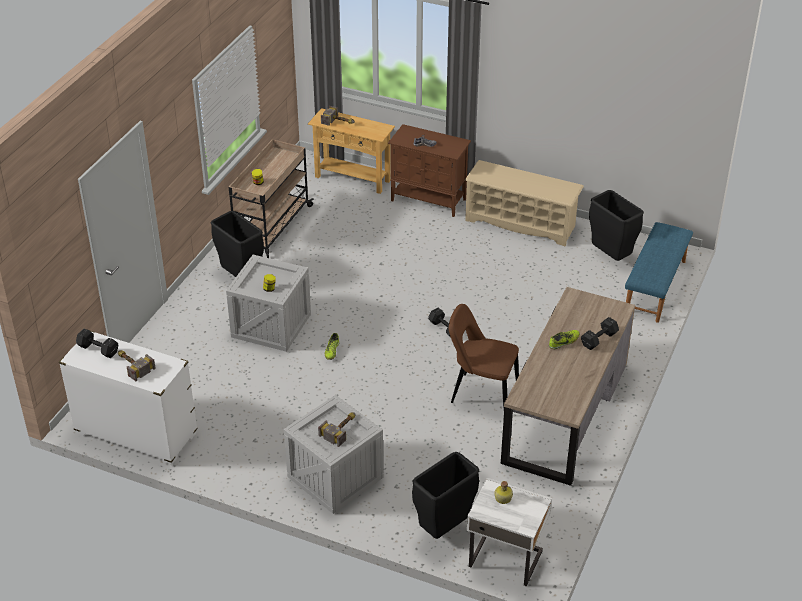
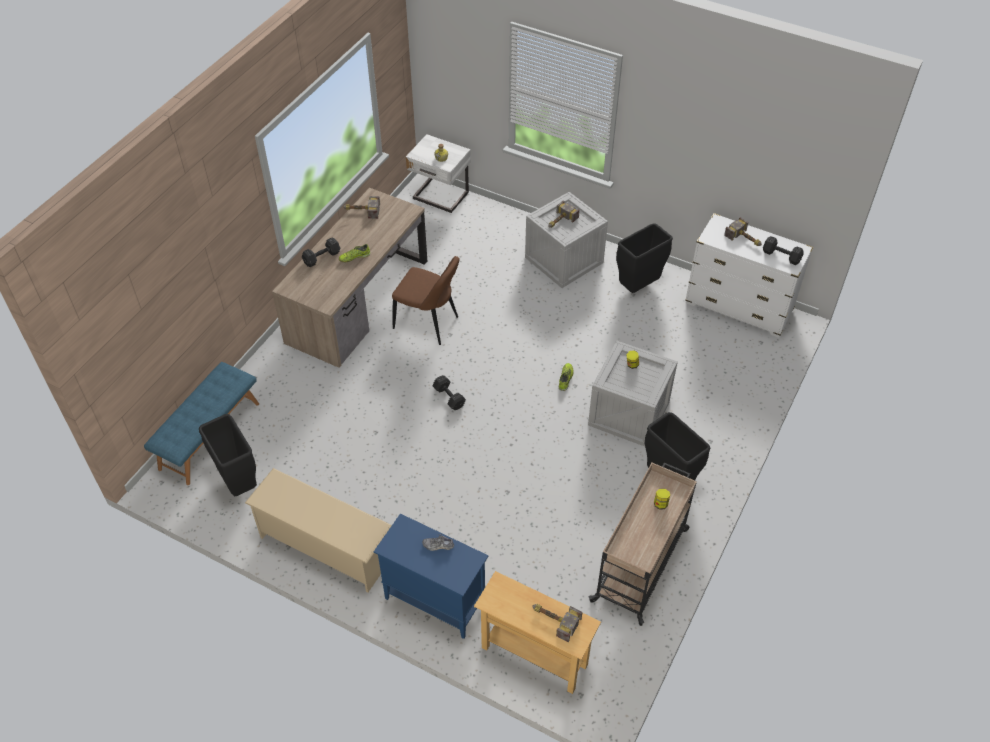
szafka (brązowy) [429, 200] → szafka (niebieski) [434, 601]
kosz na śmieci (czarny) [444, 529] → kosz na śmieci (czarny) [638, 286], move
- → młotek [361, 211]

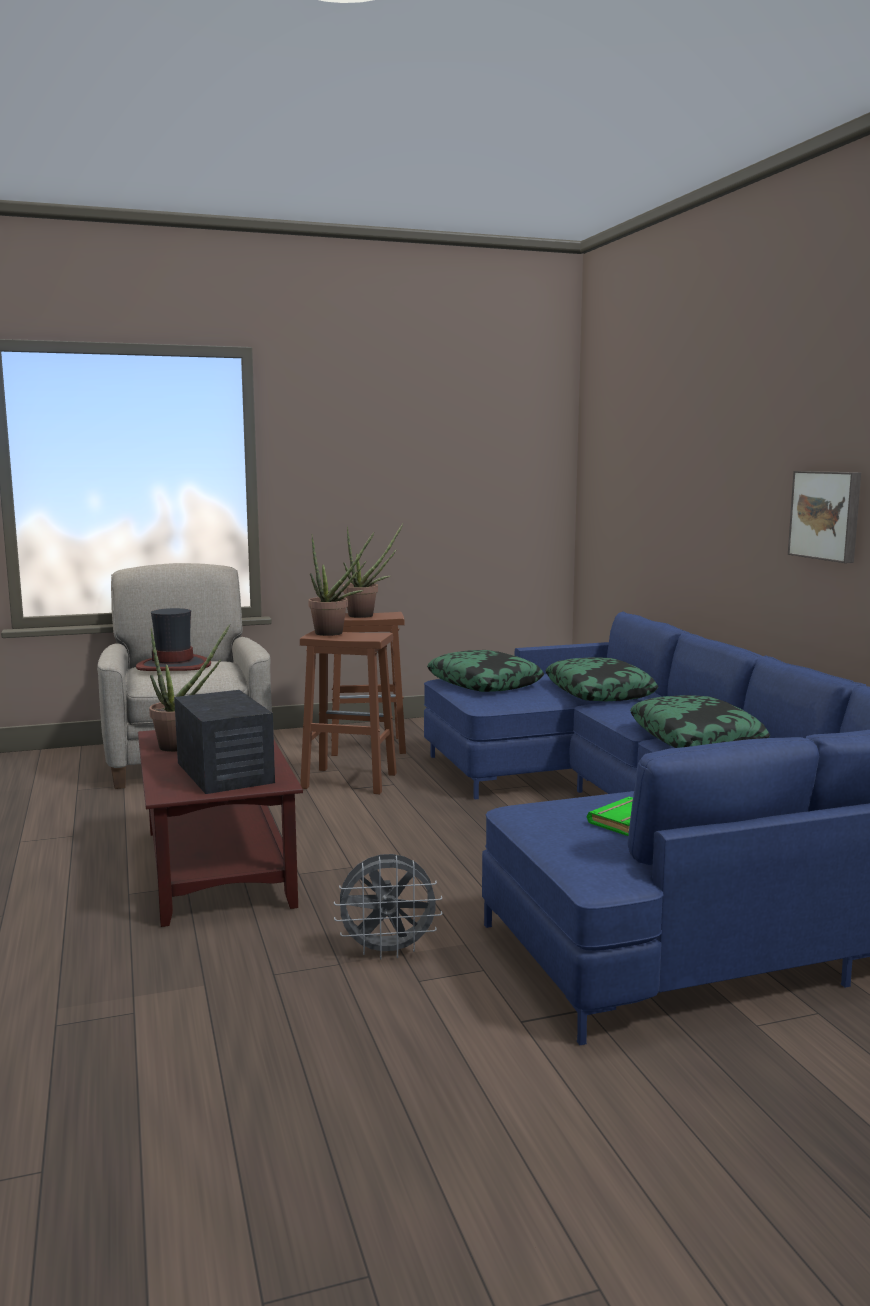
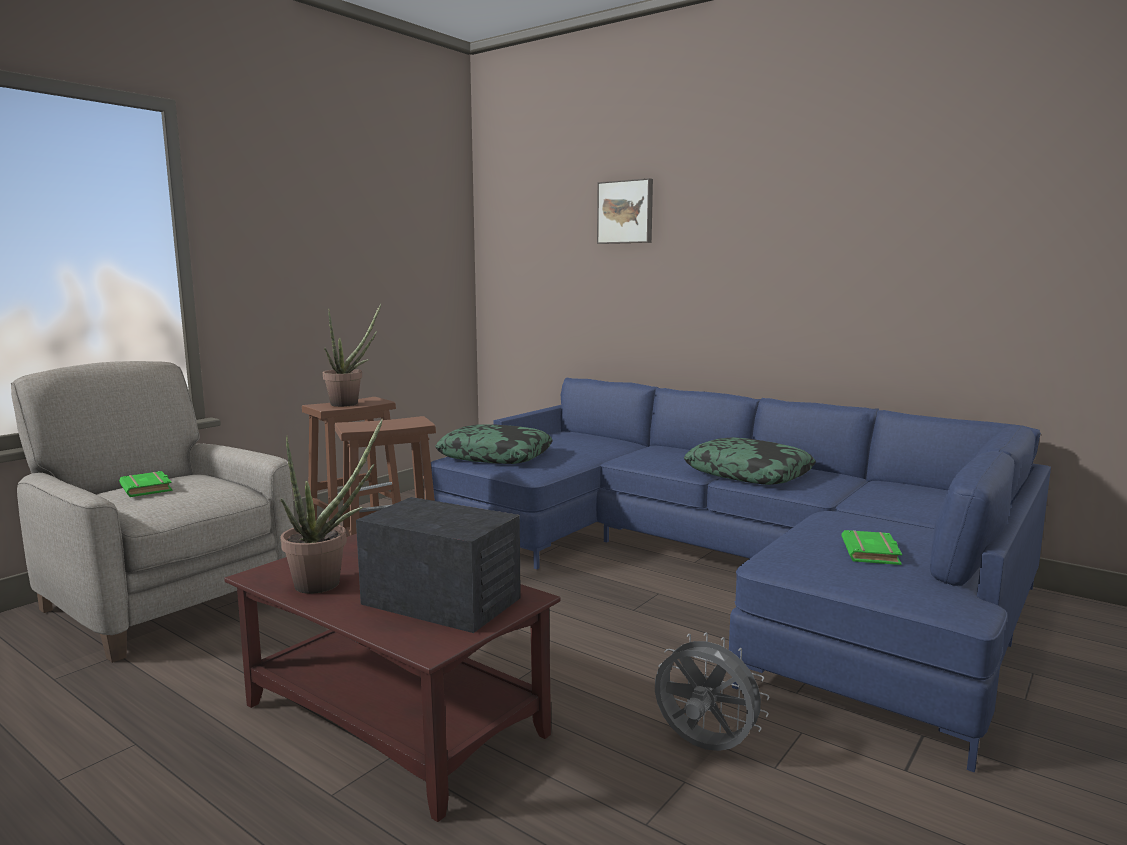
obraz [827, 515] → obraz [626, 212], move
roślina doniczkowa [335, 633] → -
kapelusz [174, 666] → książka (zielony) [148, 489]
poduszka [599, 692] → -
wentylator (szary) [388, 951] → wentylator (szary) [703, 748], 105 degrees counterclockwise

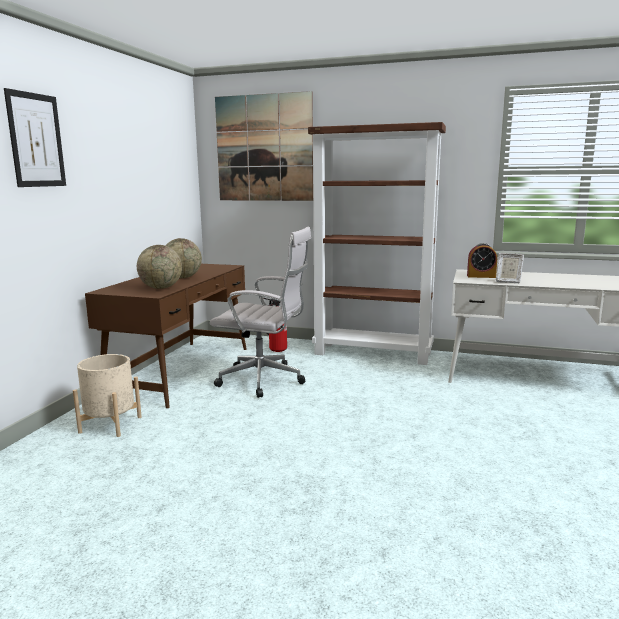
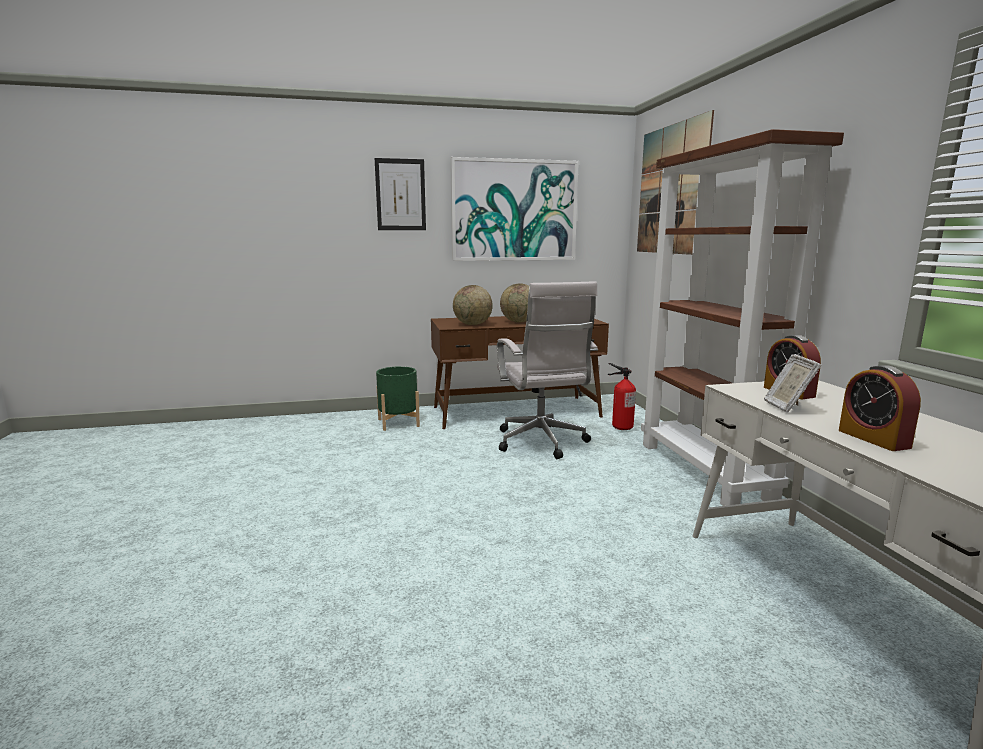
donica (beżowy) [110, 424] → donica (zielony) [398, 423]
- → obraz [514, 210]
- → budzik [873, 439]

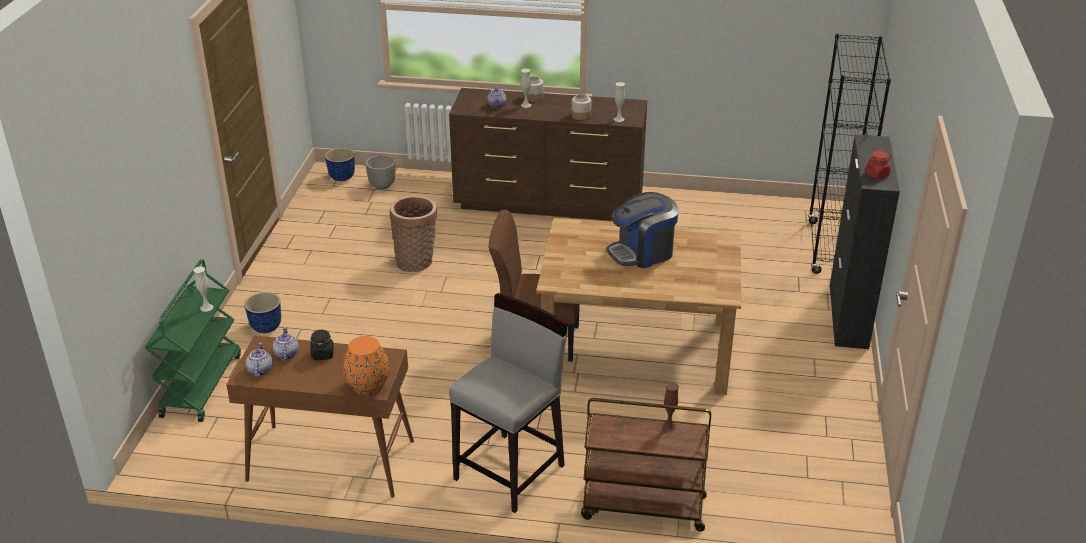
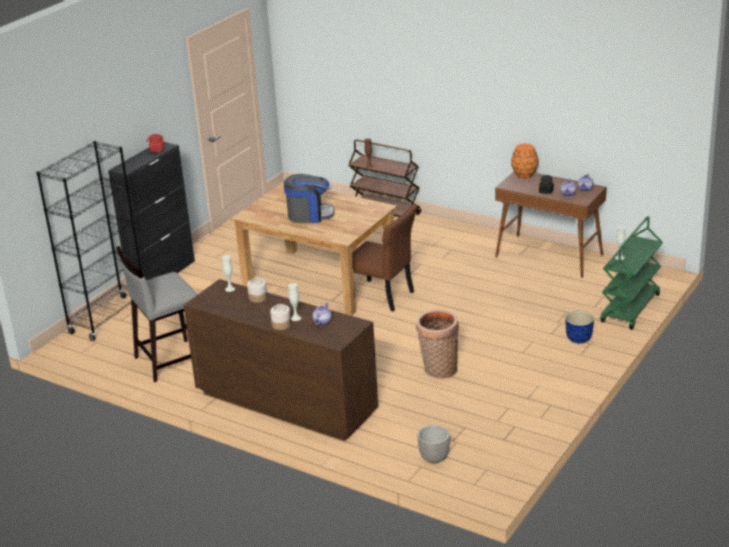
donica [341, 177] → -
stołek (szary) [510, 472] → stołek (szary) [169, 360], move

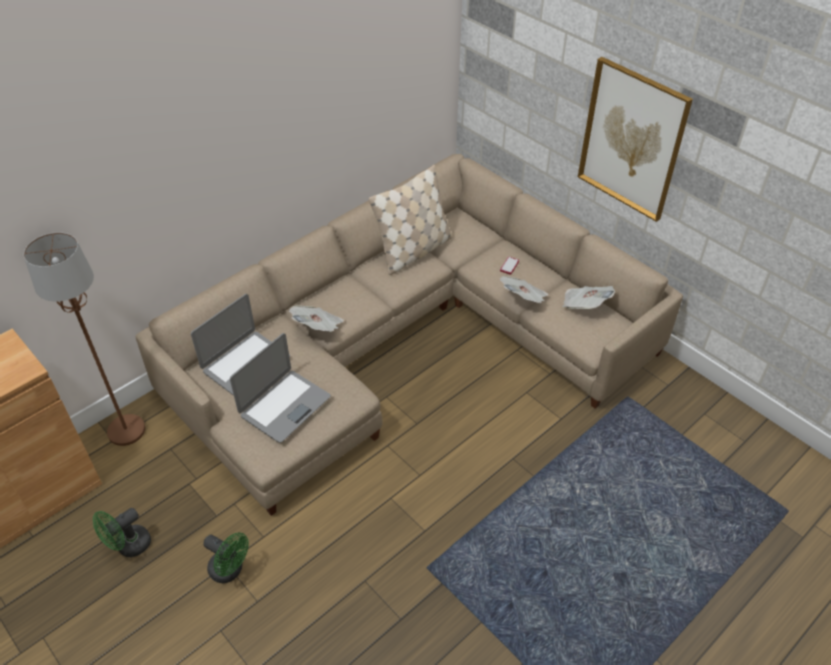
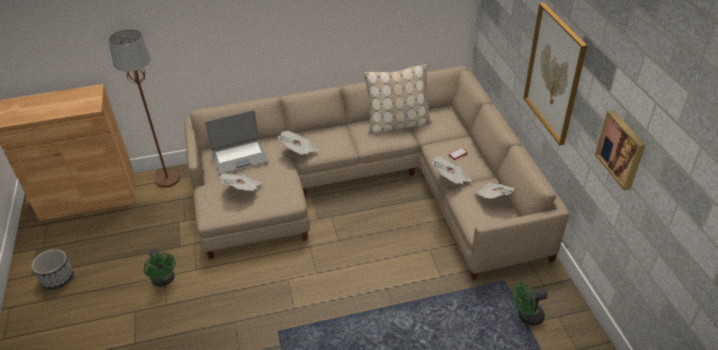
laptop [284, 406] → gazeta [243, 189]
wentylator (zielony) [129, 546] → wentylator (zielony) [527, 317], move
- → obraz [621, 149]
- → donica [58, 278]

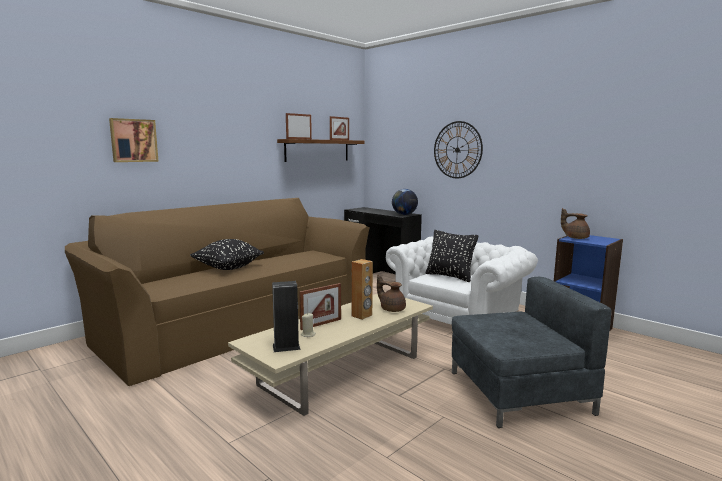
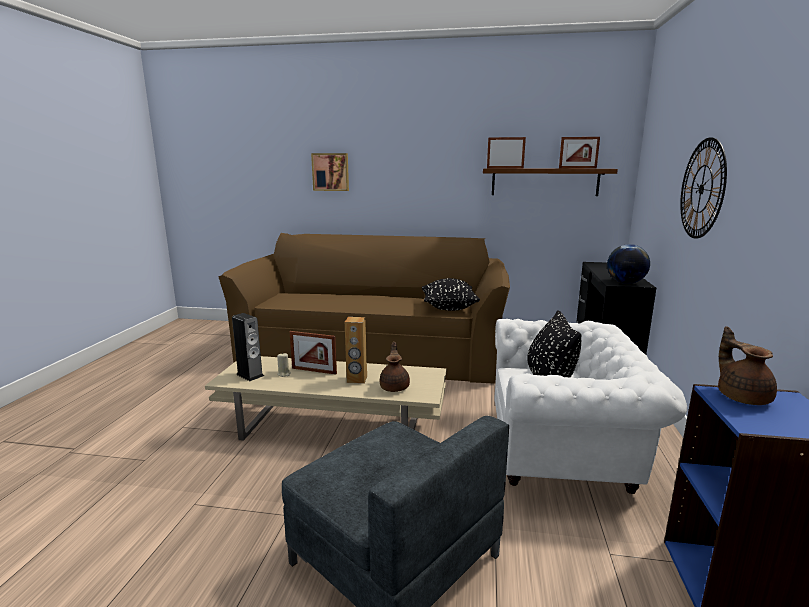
poduszka (czarny) [228, 268] → poduszka (czarny) [449, 307], move

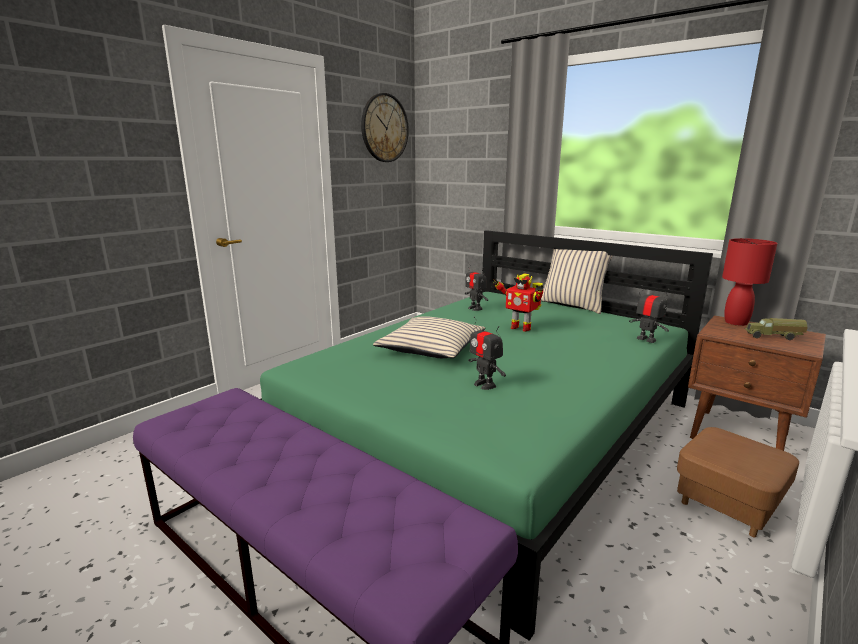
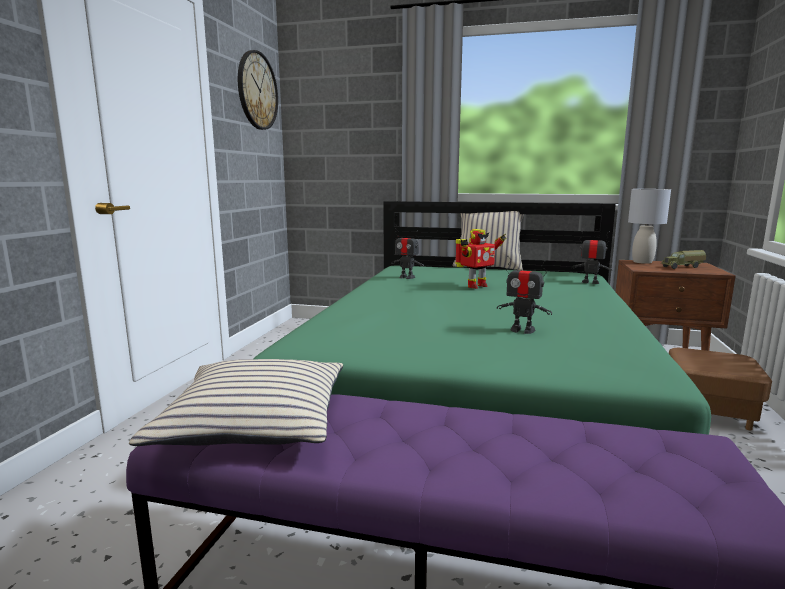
lampa stołowa (czerwony) [735, 322] → lampa stołowa (szary) [642, 262]
robot zabawkowy [520, 328] → robot zabawkowy [475, 286], 45 degrees counterclockwise
poduszka (beżowy) [431, 348] → poduszka (beżowy) [254, 421], move

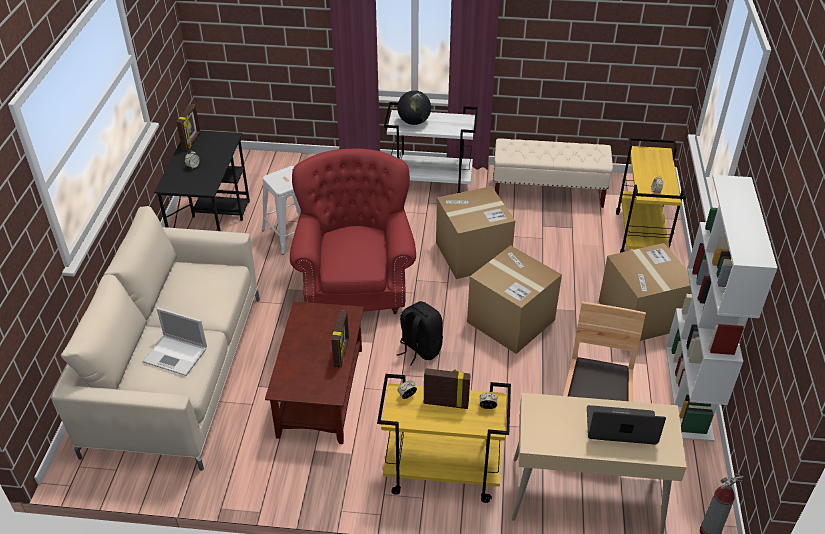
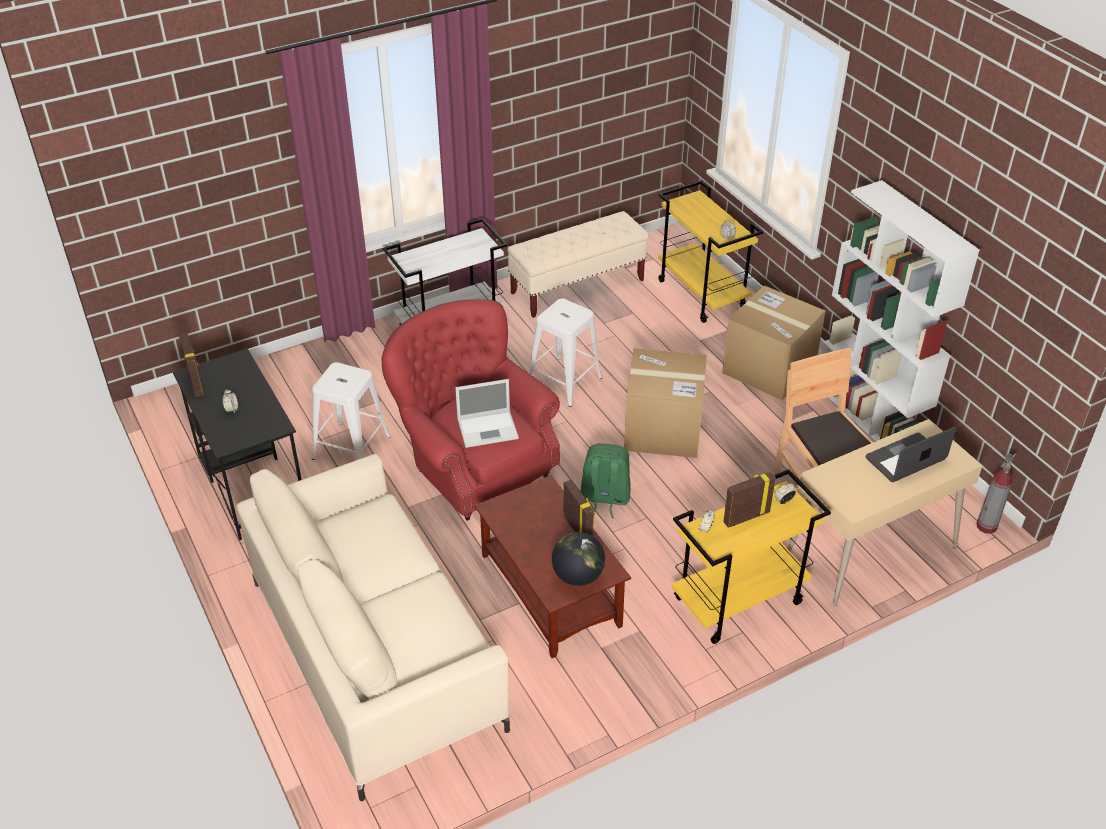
globus [414, 122] → globus [578, 576], move
karton [472, 254] → stołek (biały) [564, 381]
plecak (czarny) [419, 349] → plecak (zielony) [604, 499]
laptop [176, 355] → laptop [489, 428], move

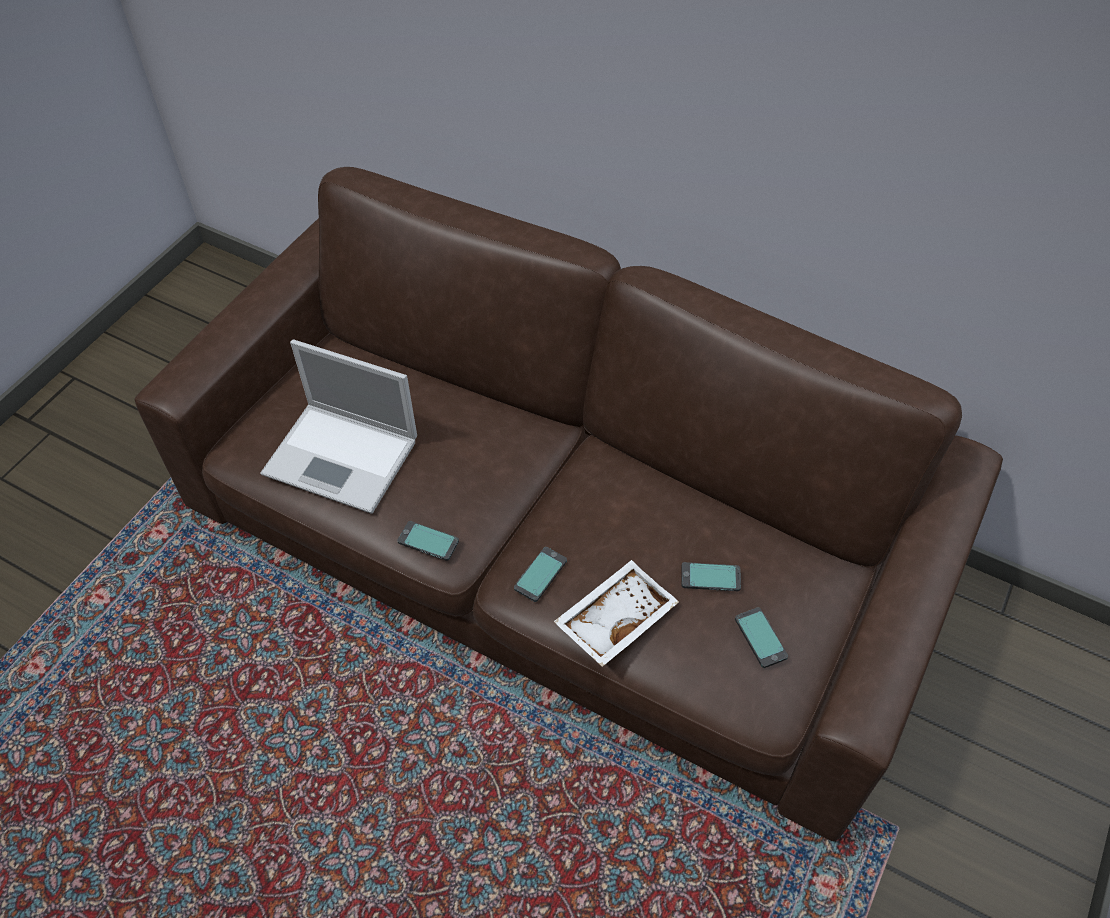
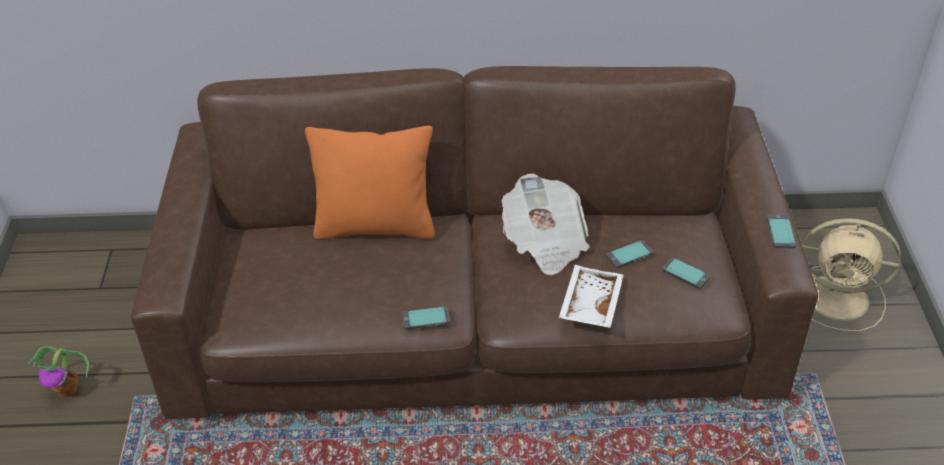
laptop [343, 457] → -
telefon [540, 574] → telefon [780, 232], move
- → poduszka (pomarańczowy) [375, 226]
- → gazeta [544, 242]
- → wentylator (beżowy) [840, 298]
- → roślina doniczkowa [68, 389]

